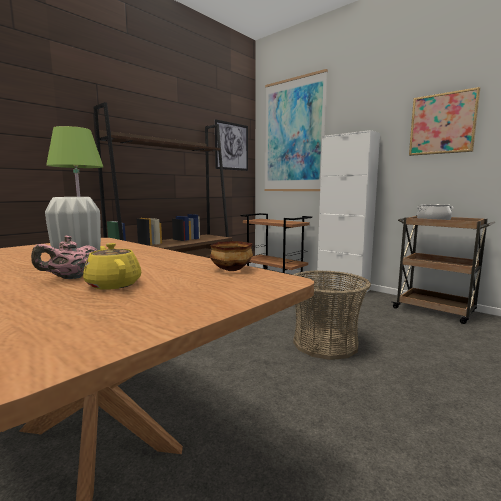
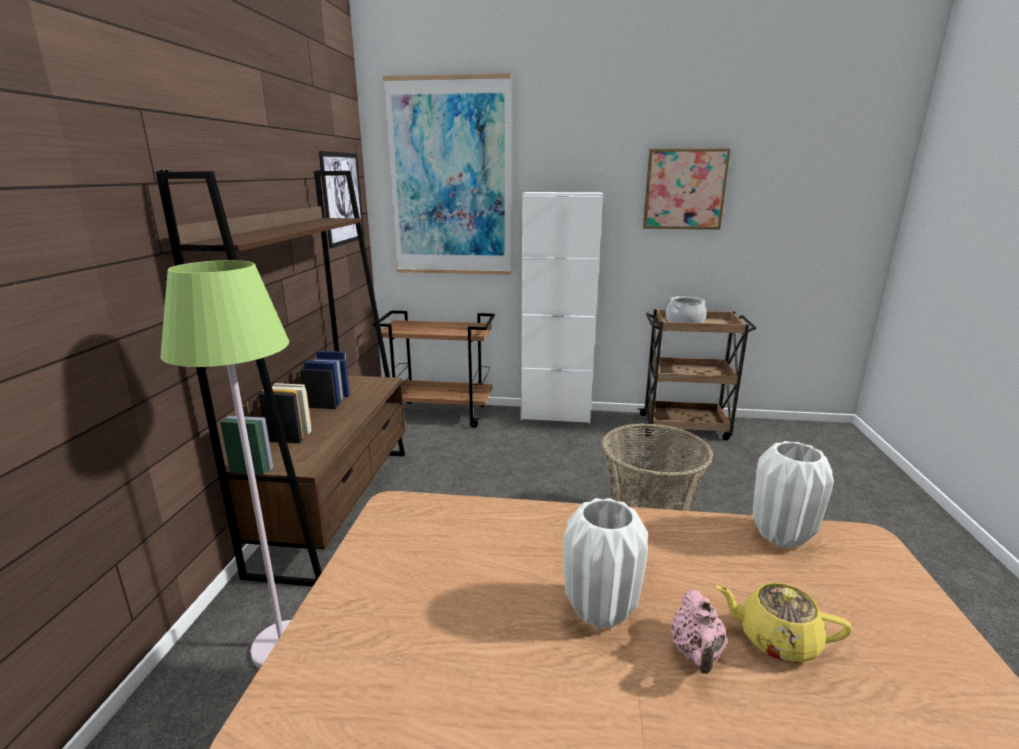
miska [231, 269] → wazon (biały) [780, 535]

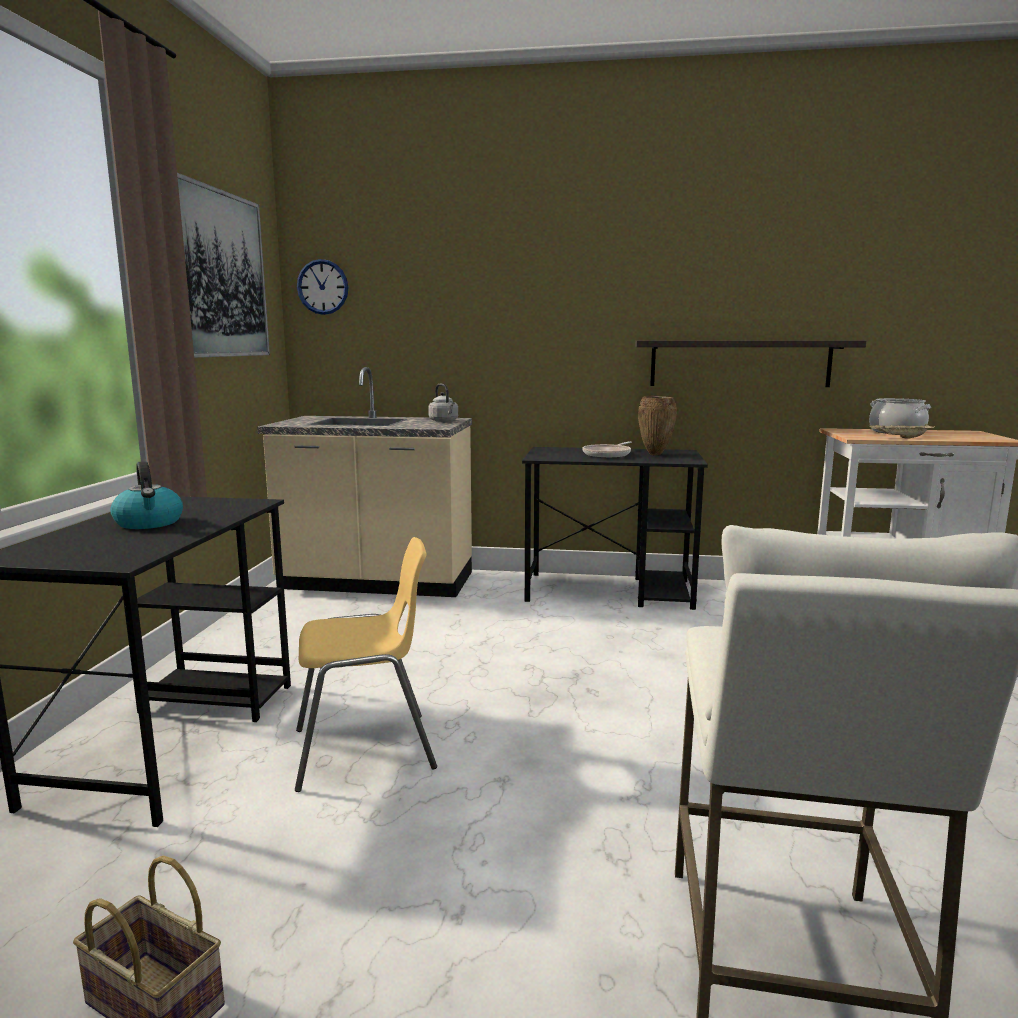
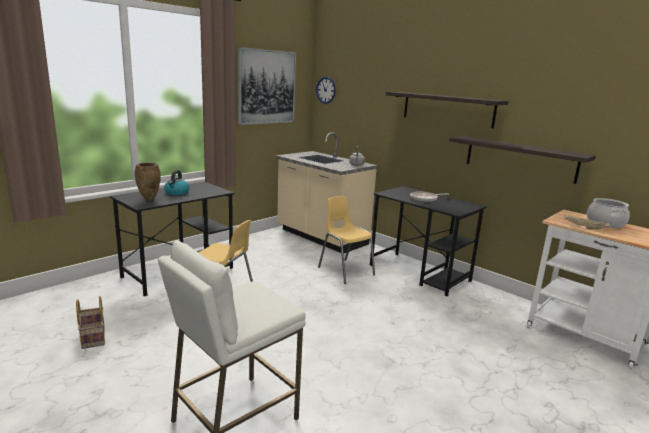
wazon (brązowy) [656, 455] → wazon (brązowy) [149, 200], move
- → półka [447, 109]
- → krzesło (żółty) [345, 271]

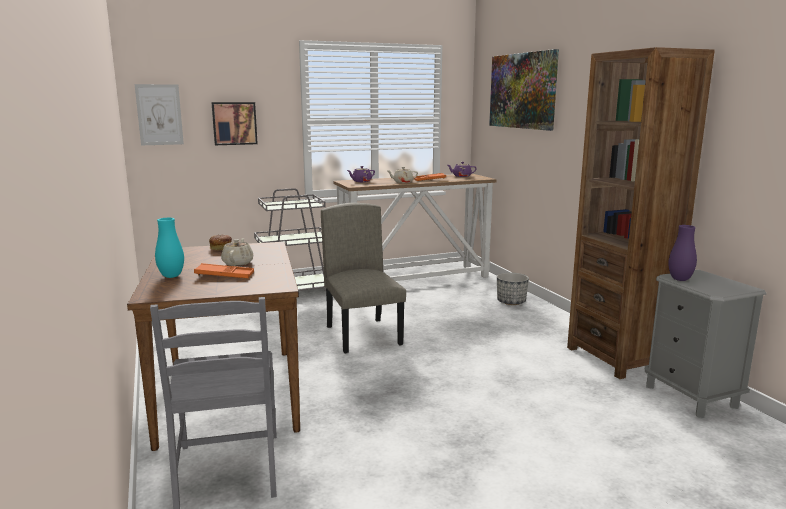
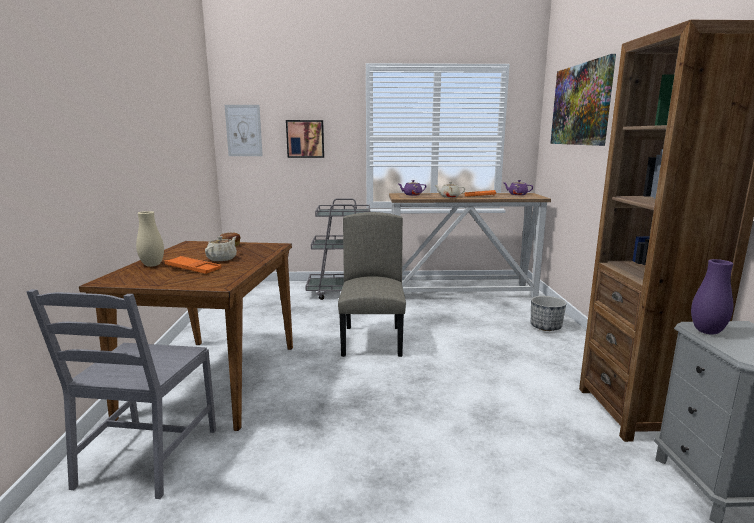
wazon (turkusowy) [171, 276] → wazon (beżowy) [152, 265]

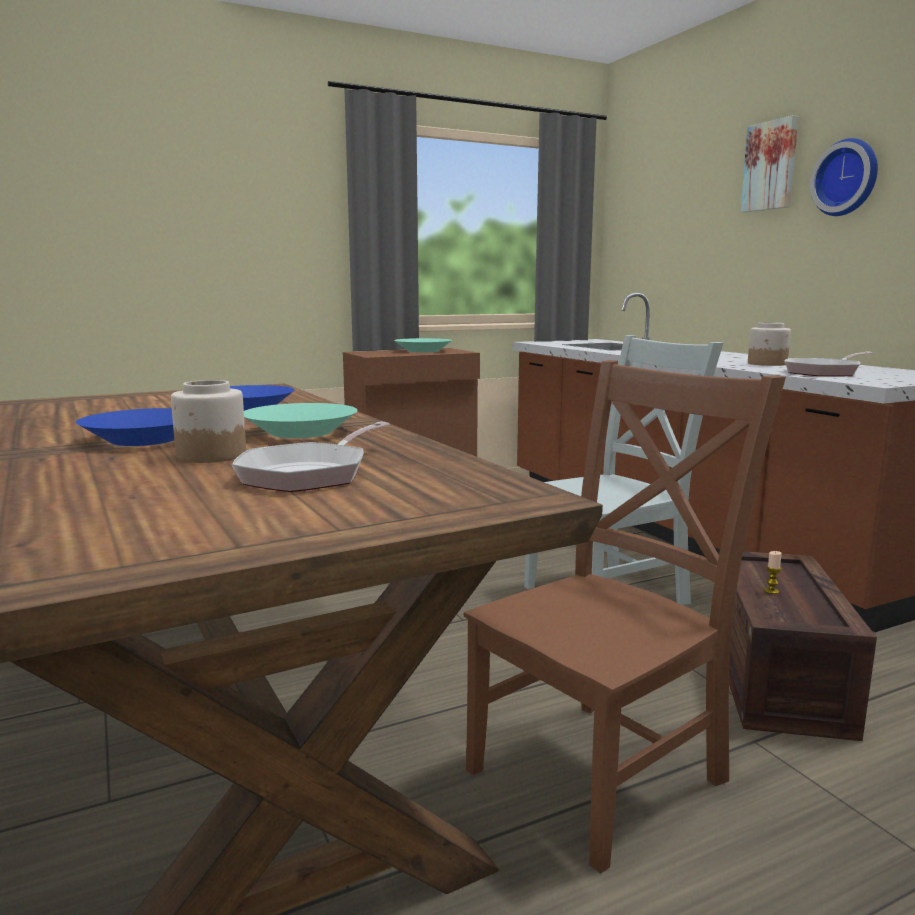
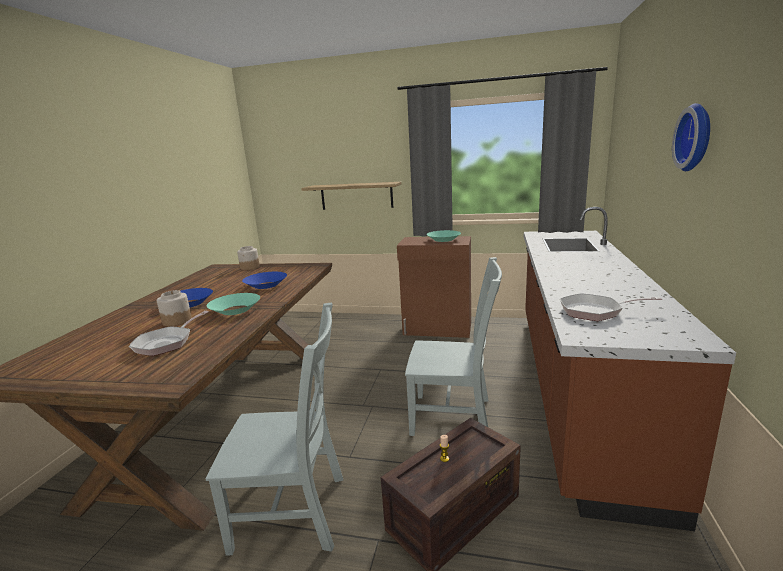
obraz [771, 166] → -
słoik [767, 364] → słoik [249, 267], move
krzesło (brązowy) [604, 771] → krzesło (szary) [295, 513]
patelnia [310, 474] → patelnia [167, 343], 45 degrees counterclockwise
- → półka [356, 196]

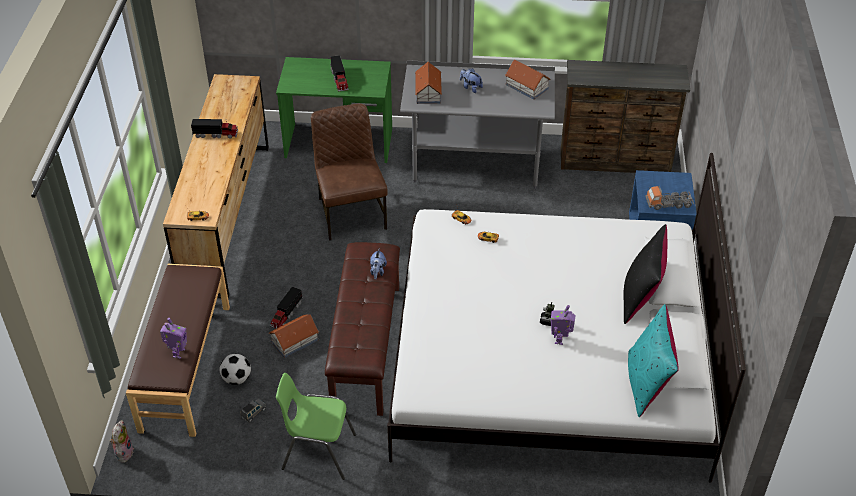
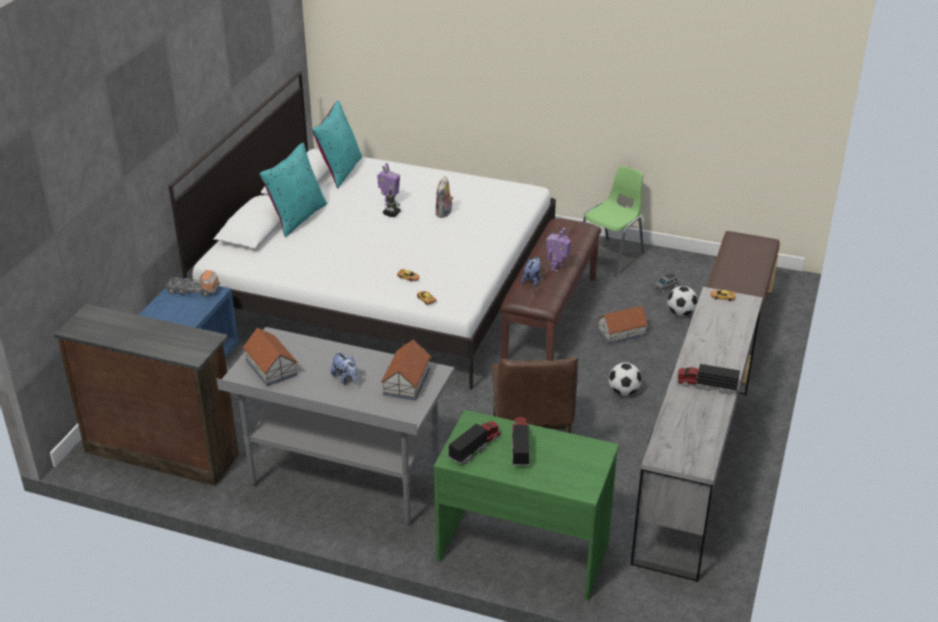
komoda (brązowy) [227, 217] → komoda (szary) [693, 470]
poduszka (czarny) [640, 297] → poduszka (turkusowy) [297, 217]
ciężarówka zabawkowa [286, 314] → ciężarówka zabawkowa [475, 448], move
robot zabawkowy [178, 353] → robot zabawkowy [557, 268], move
krzesło (zielony) [318, 452] → krzesło (zielony) [611, 257], 75 degrees counterclockwise
pluszak [123, 452] → pluszak [444, 214], move
- → piłka futbolowa [624, 391]

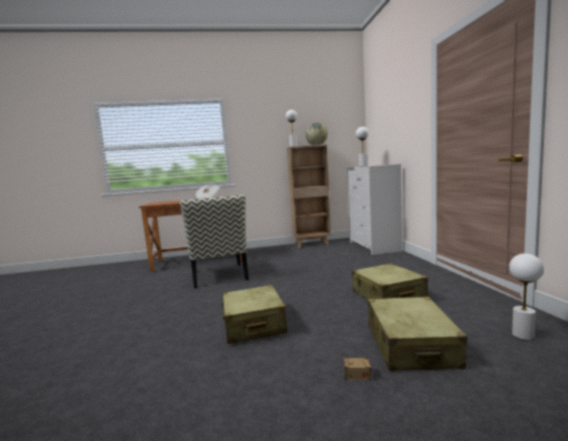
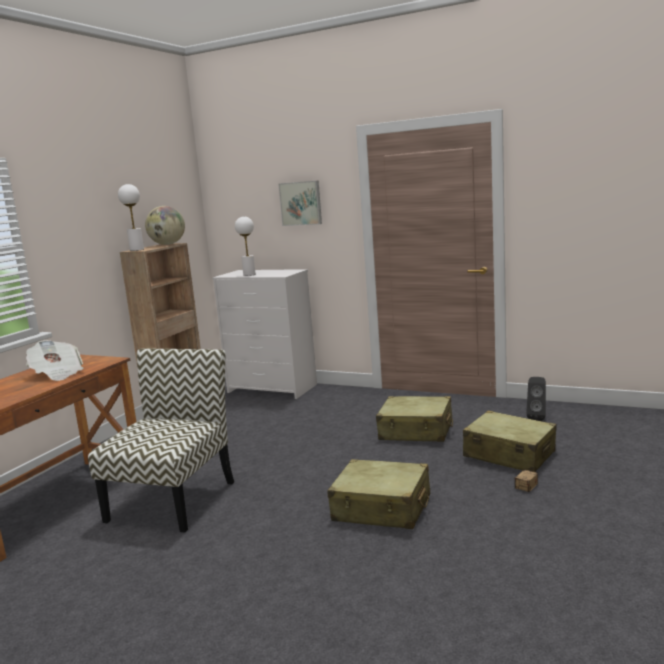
krzesło [220, 275] → krzesło [172, 500], 90 degrees counterclockwise
lampa stołowa (biały) [523, 335] → głośnik (czarny) [537, 418]
- → obraz [301, 203]

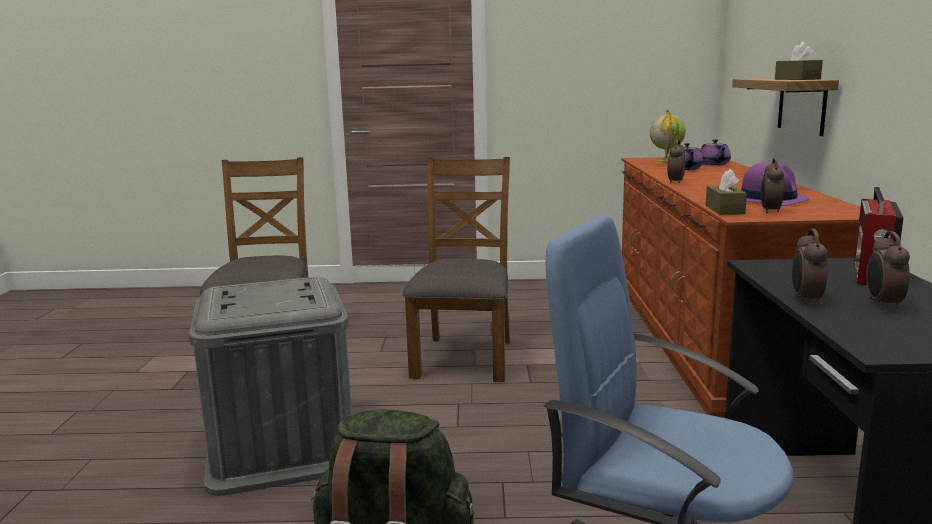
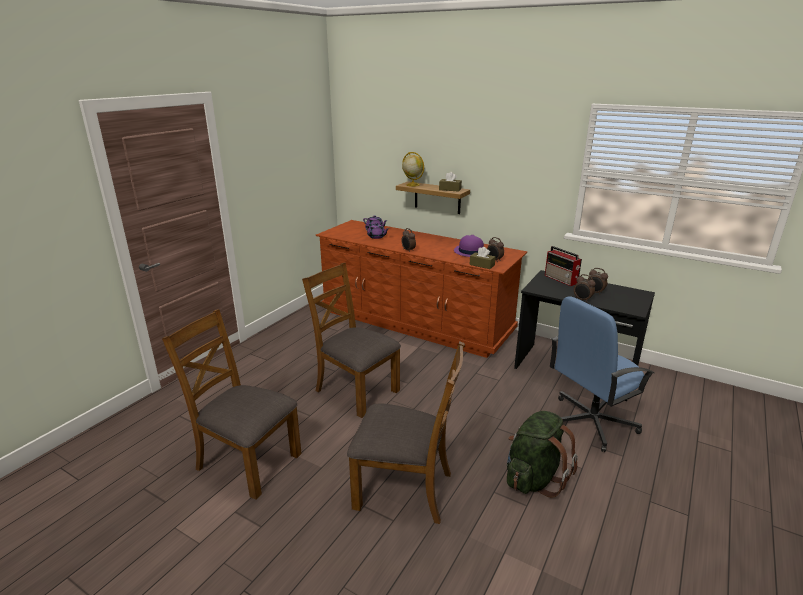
globus [665, 163] → globus [412, 185], move
pojemnik do przechowywania (szary) [282, 447] → krzesło (brązowy) [405, 489]

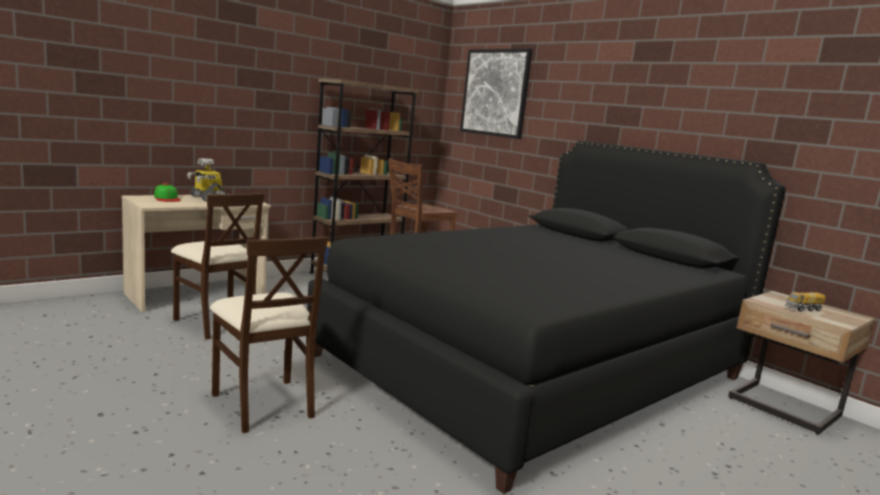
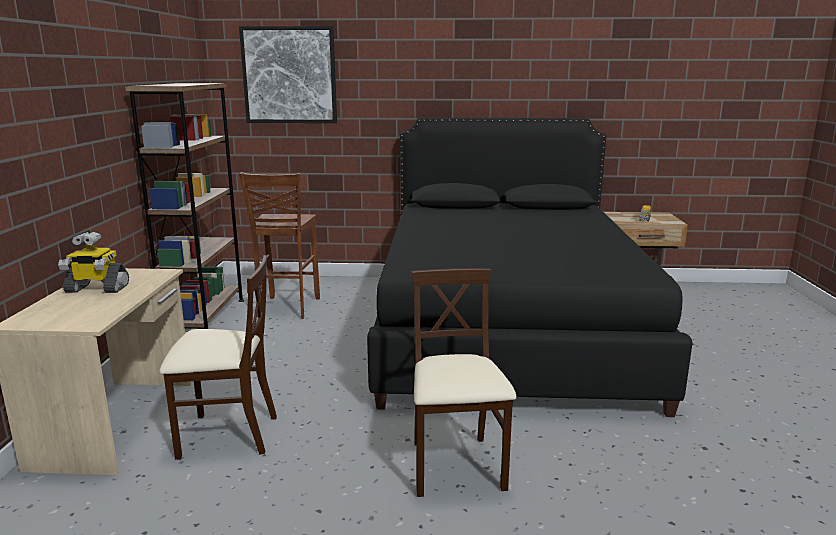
czapka z daszkiem [167, 198] → -
krzesło (beżowy) [264, 404] → krzesło (beżowy) [456, 466], 105 degrees counterclockwise

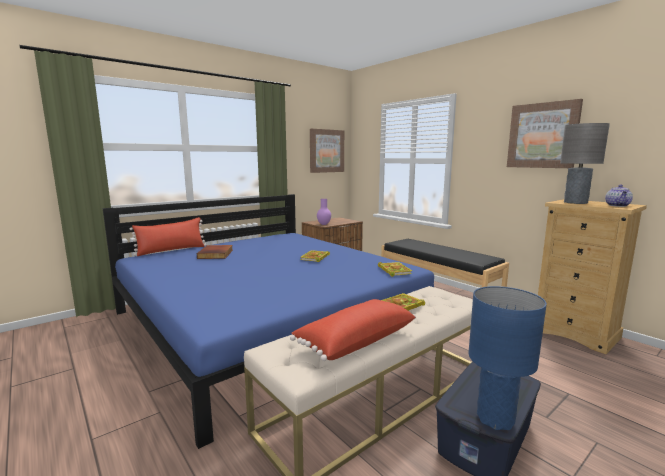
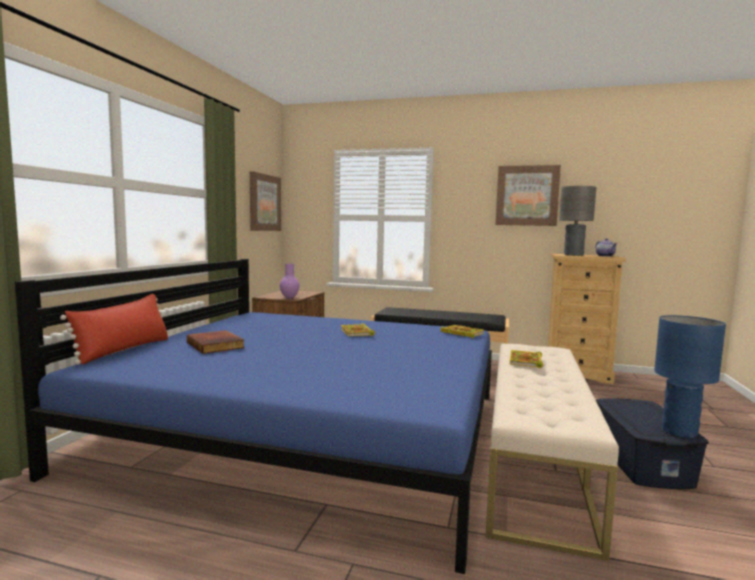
poduszka (czerwony) [355, 340] → -

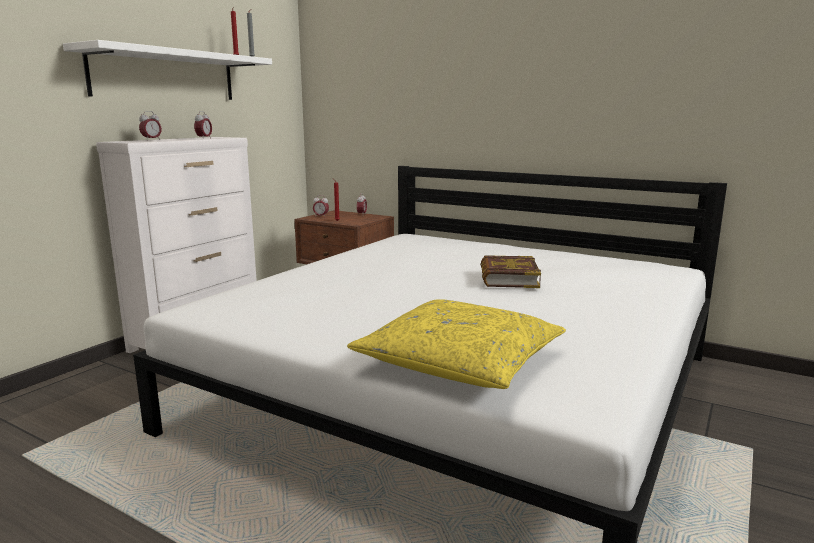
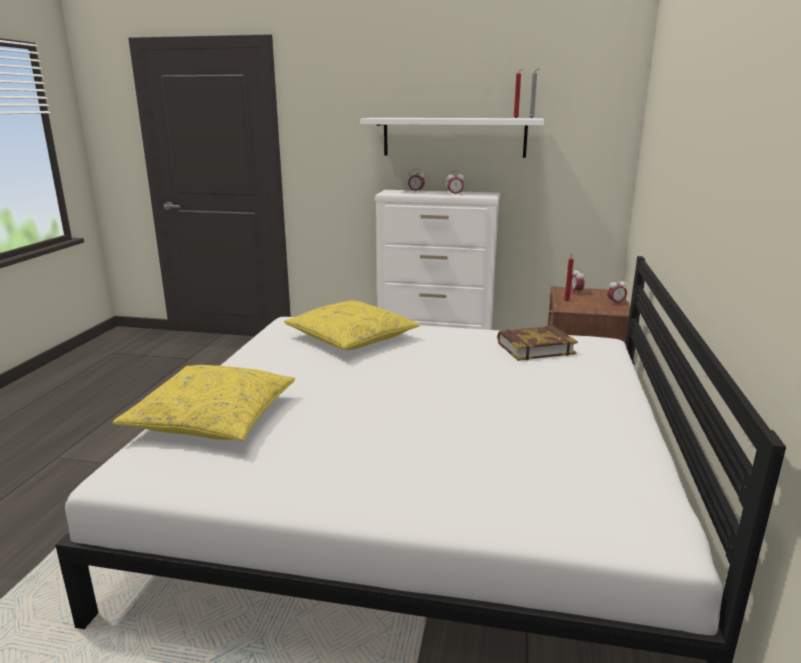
książka [508, 278] → książka [535, 348], move
- → poduszka (żółty) [351, 338]

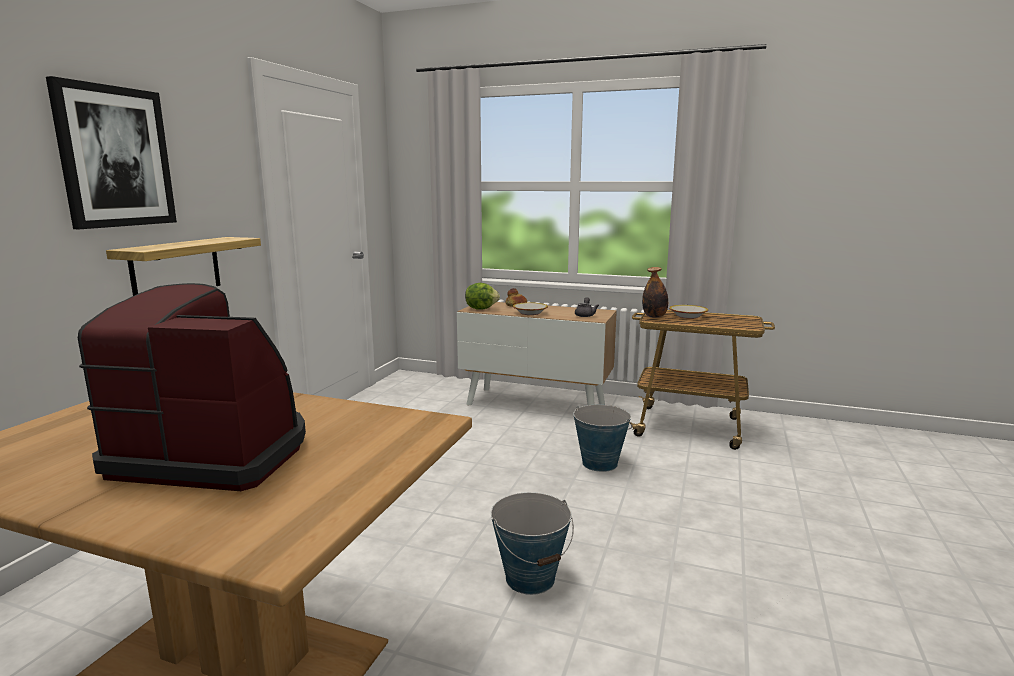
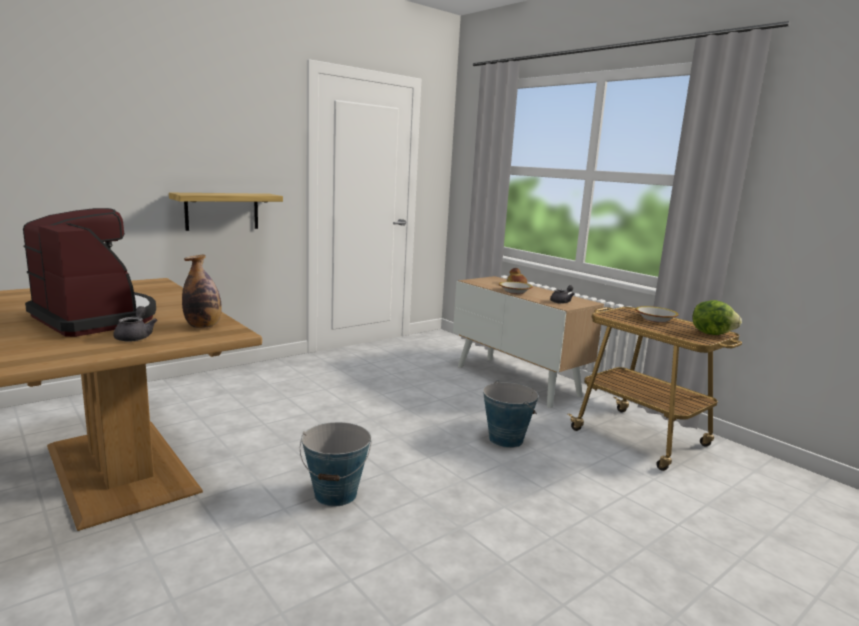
obraz [115, 157] → -
butelka [654, 316] → butelka [203, 326], move
sałata [481, 309] → sałata [712, 333], move
- → imbryk (szary) [135, 336]

